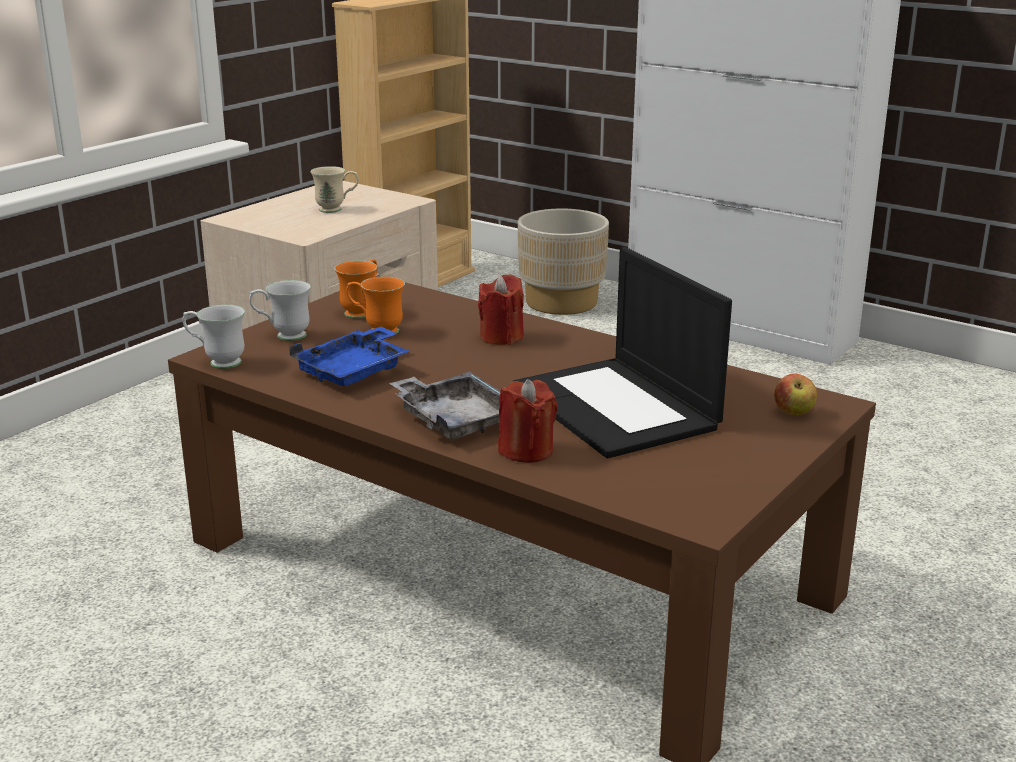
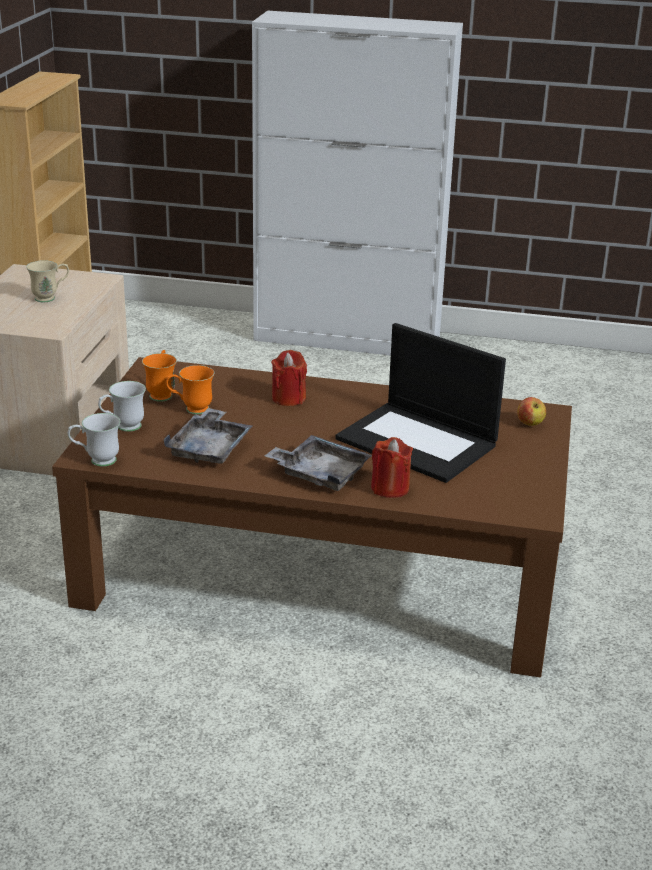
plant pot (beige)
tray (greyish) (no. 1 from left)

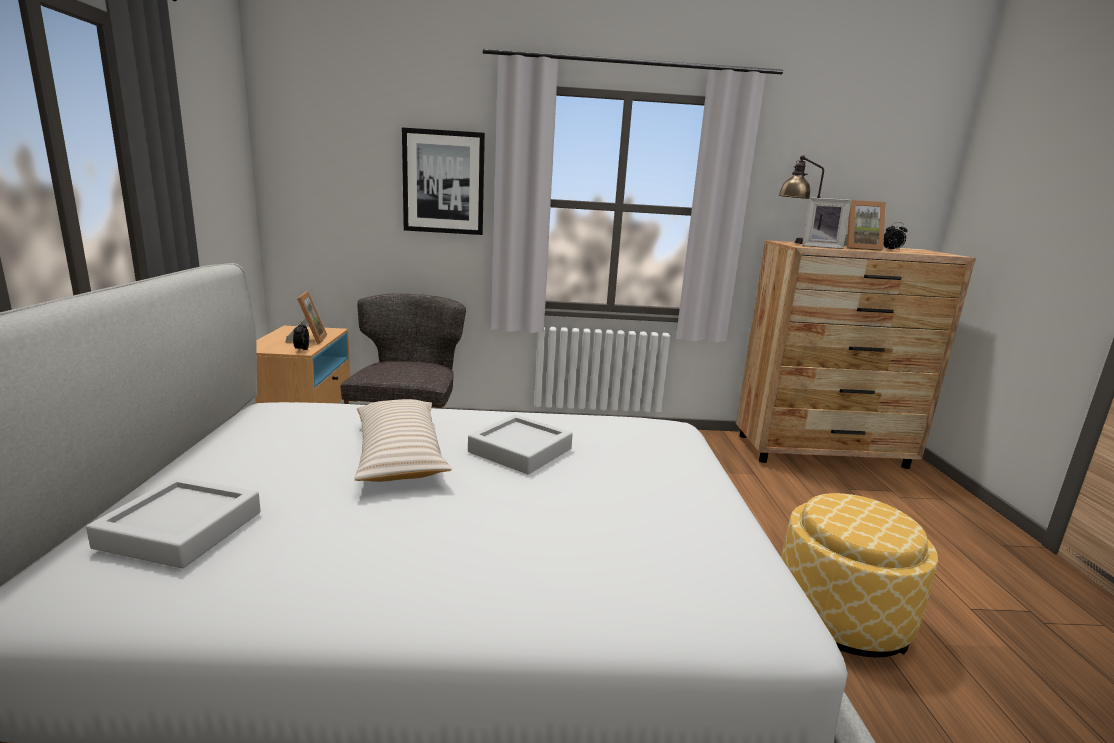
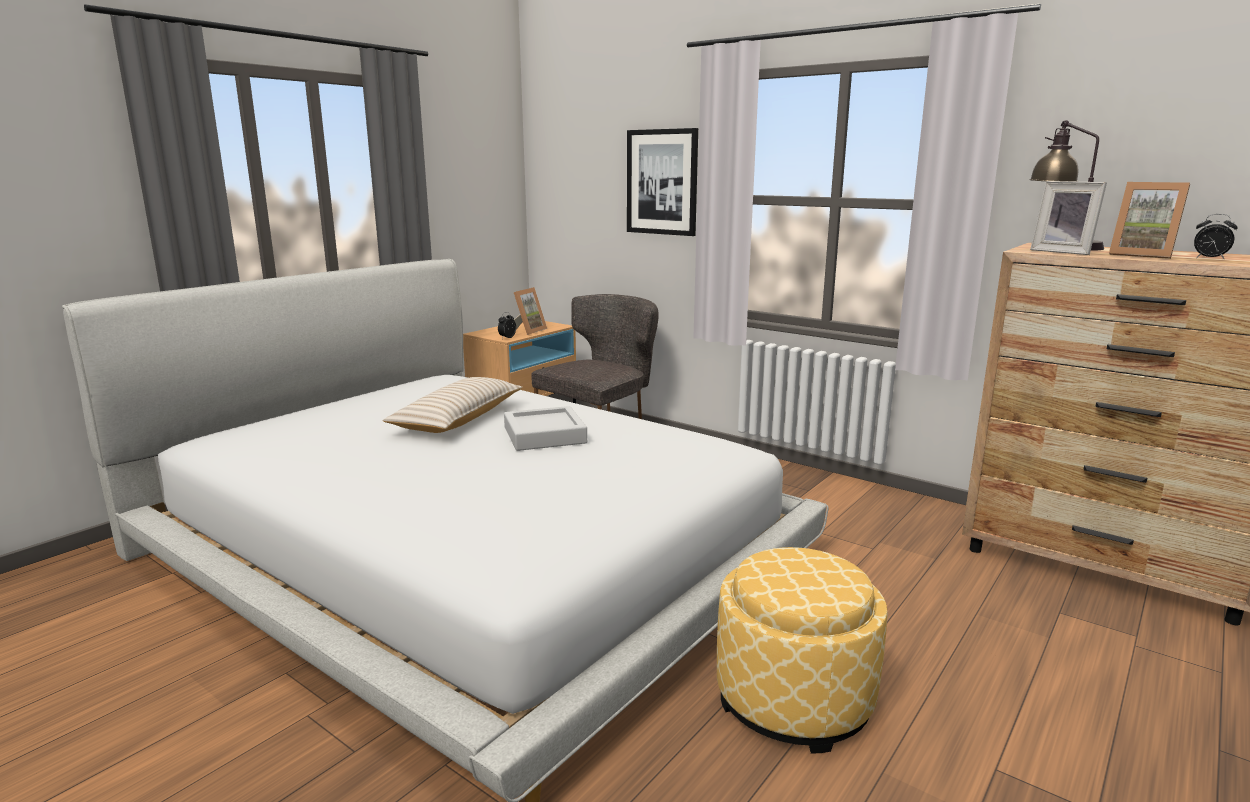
tray (greyish) (no. 1 from left in the first image)

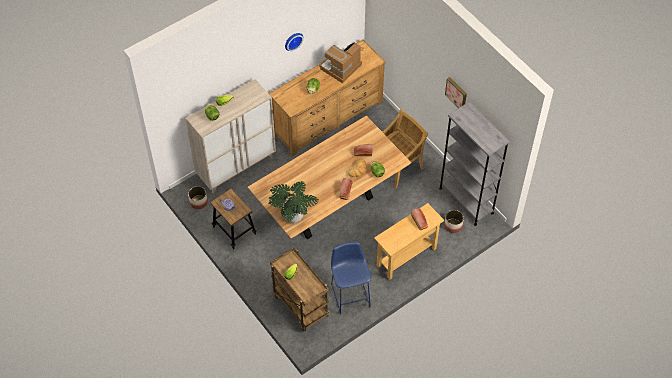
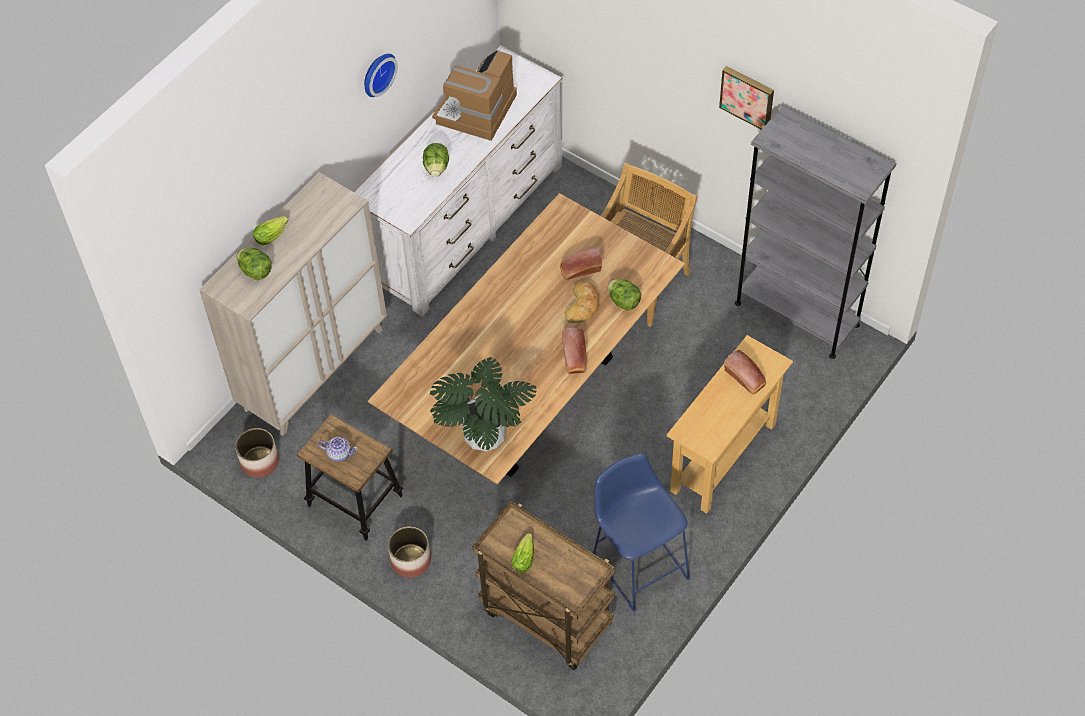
drawer chest (whitish)
plant pot (no. 2 from left)

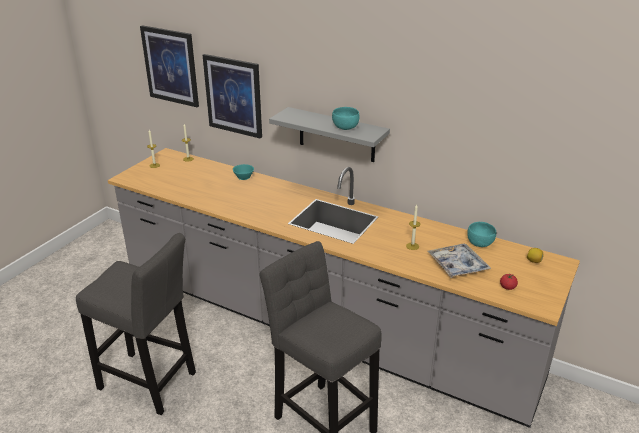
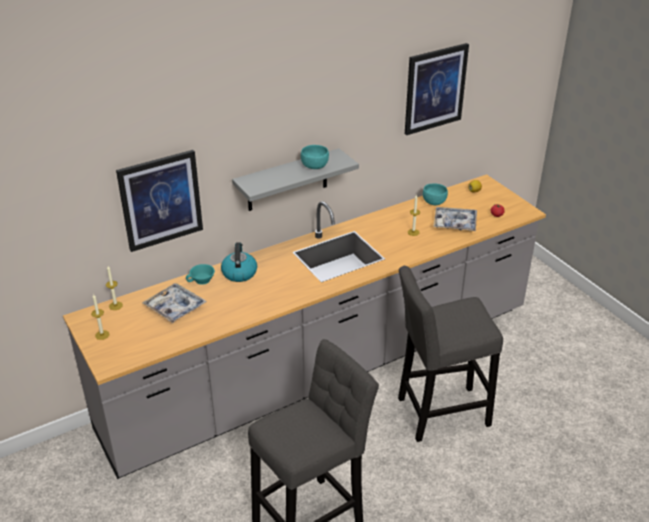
wall art (no. 2 from left)
water kettle
tray (no. 1 from left)

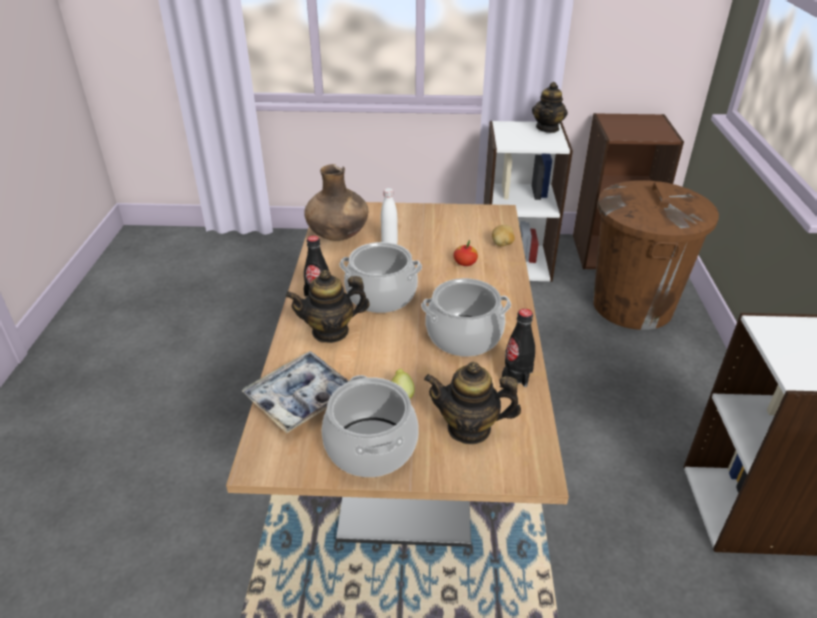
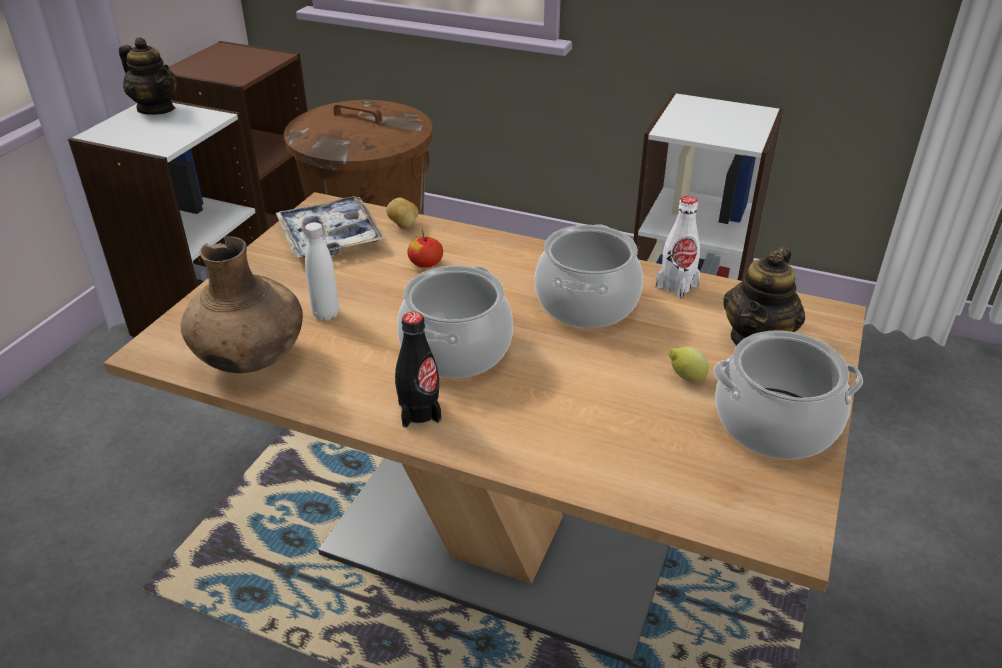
teapot (no. 1 from left in the first image)
bottle (whitish) (no. 2 from left)
tray

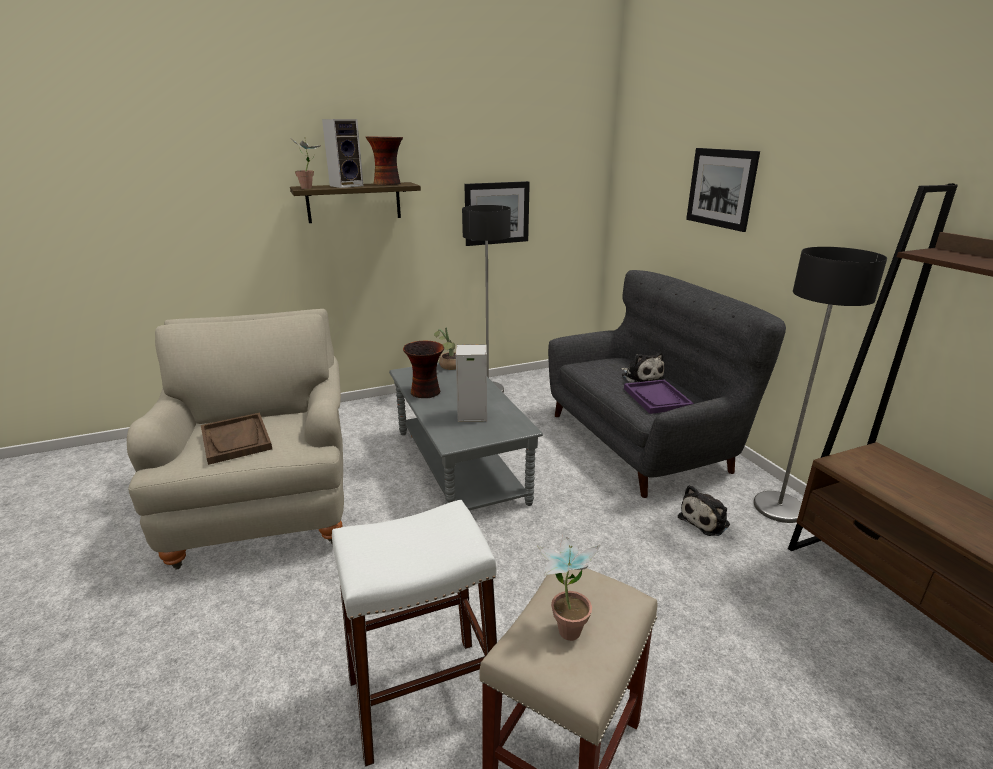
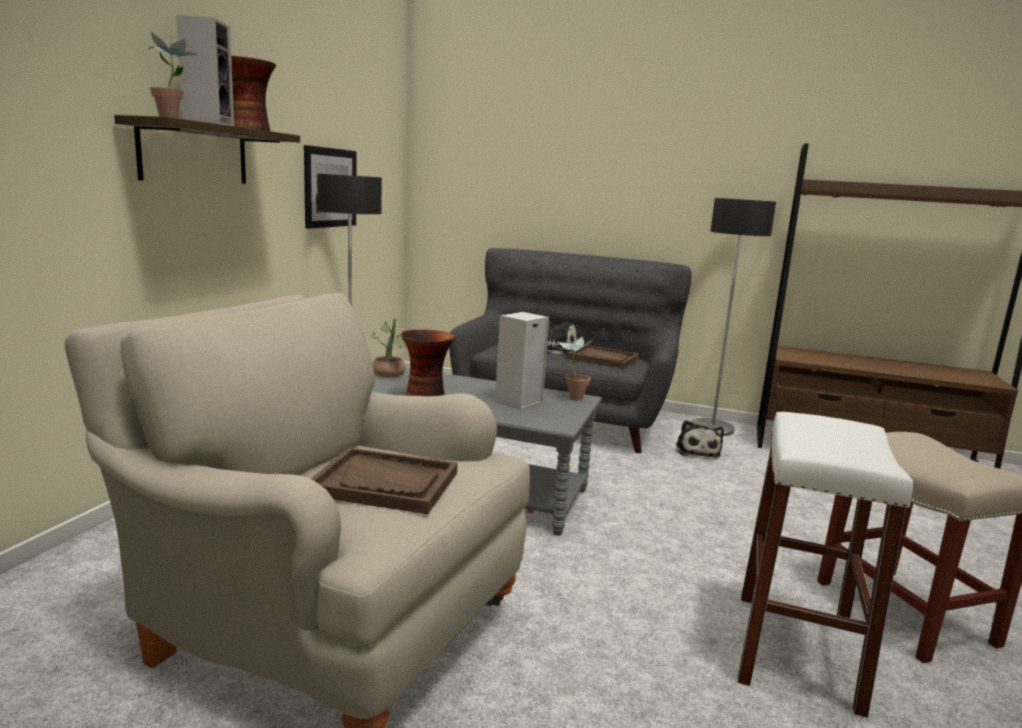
wall art (no. 2 from left in the first image)
tray (brownish) (no. 2 from left)
potted plant (no. 3 from left)

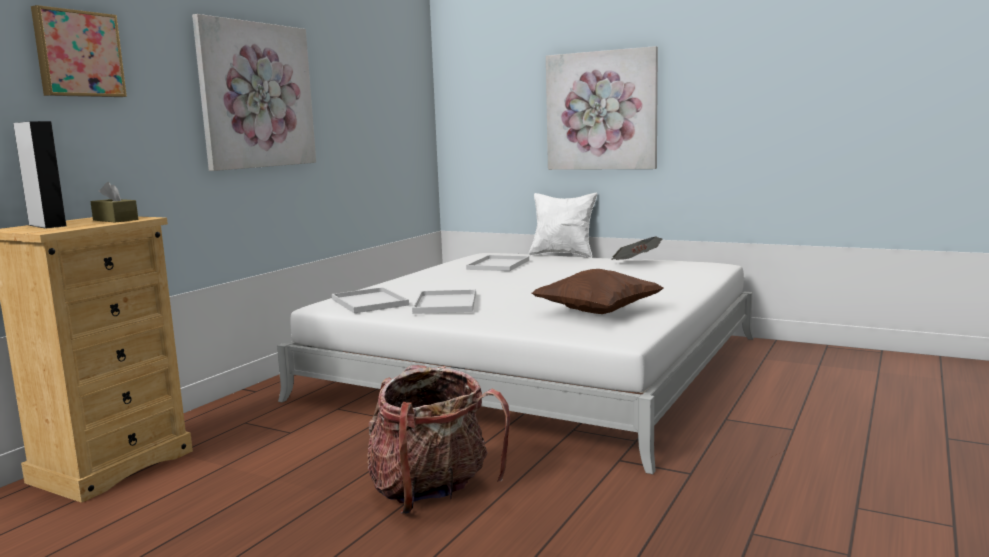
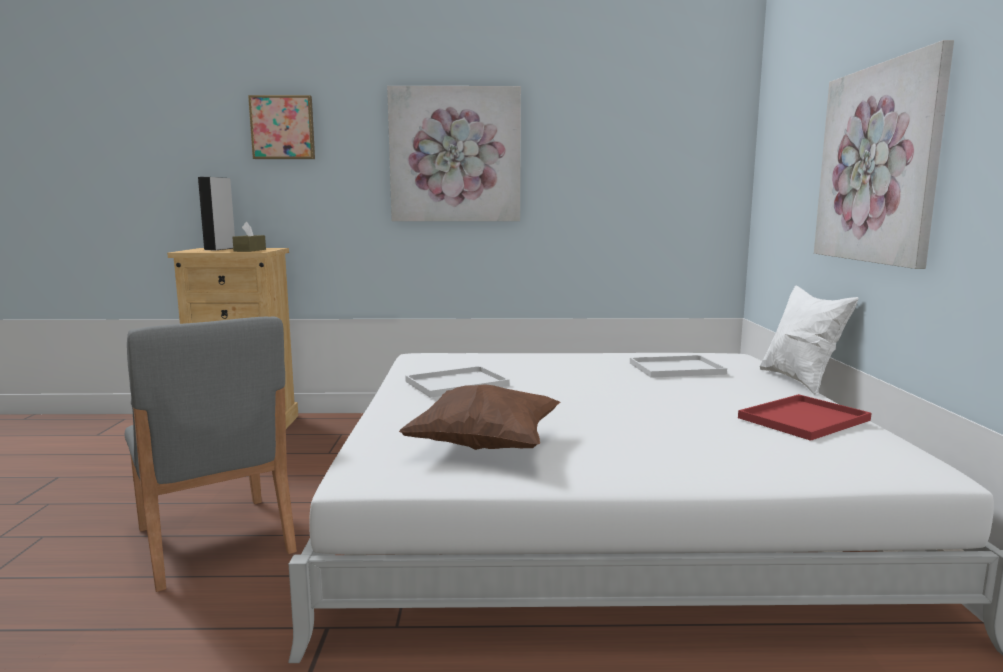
tray (red-coloured)
tray (whitish) (no. 1 from left in the first image)
plain chair (greyish)

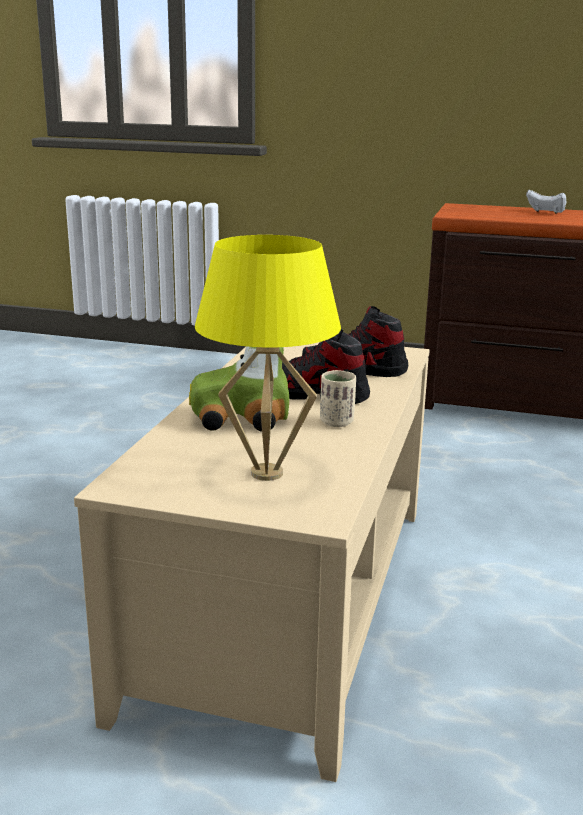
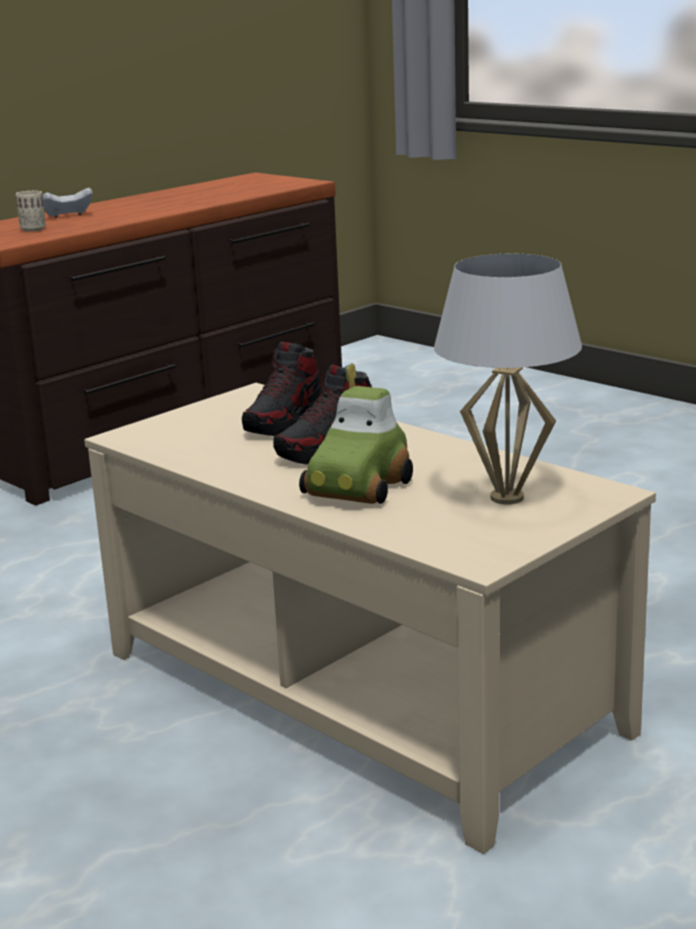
lamp for a table (whitish)
small cup (beige)

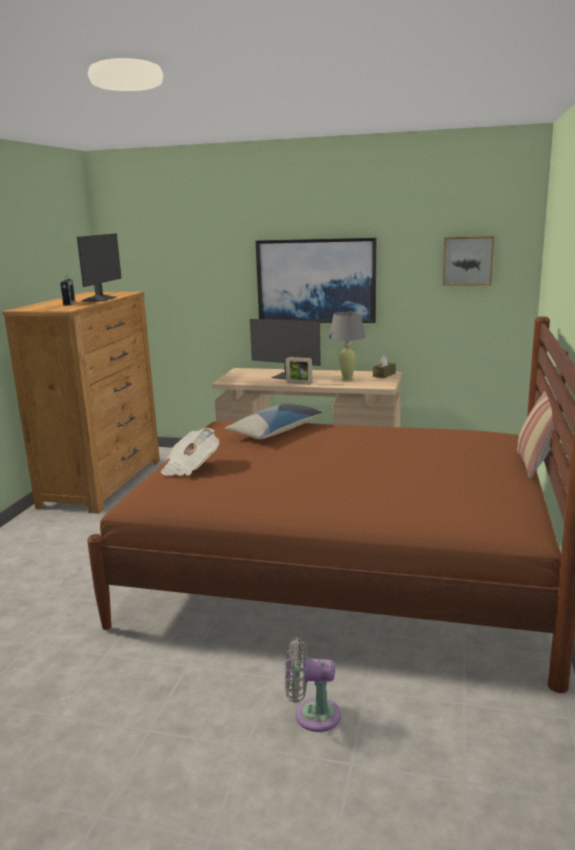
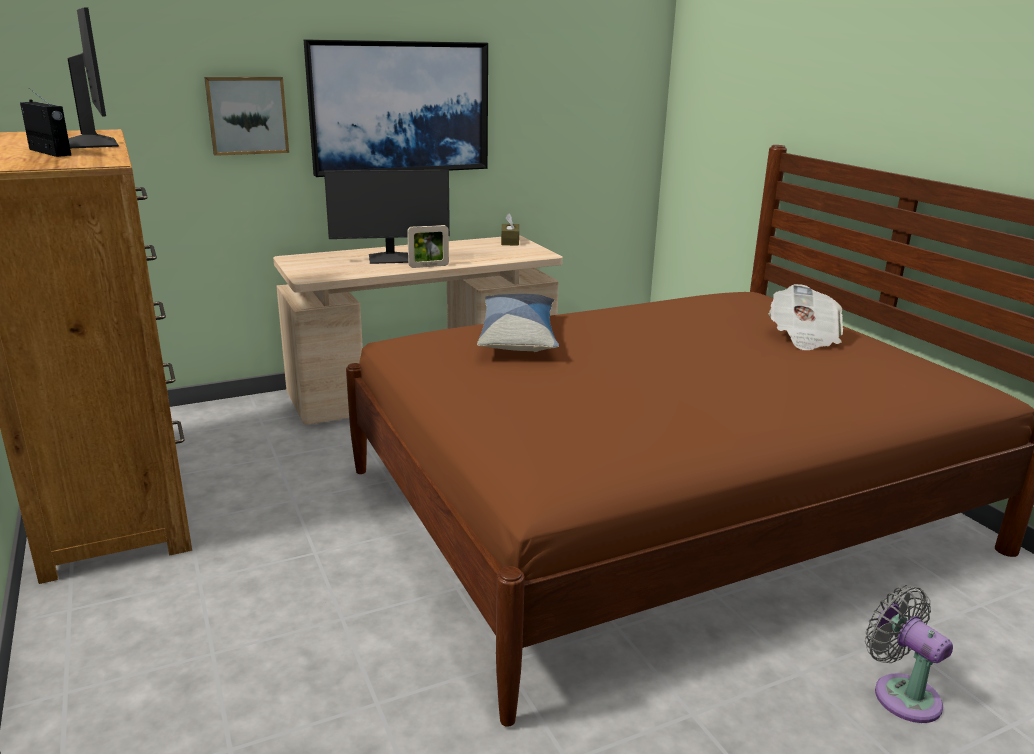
wall art (no. 1 from left)
lamp for a table (greyish)
throw pillow (no. 2 from left in the first image)
newspaper
cooling fan (greyish)

